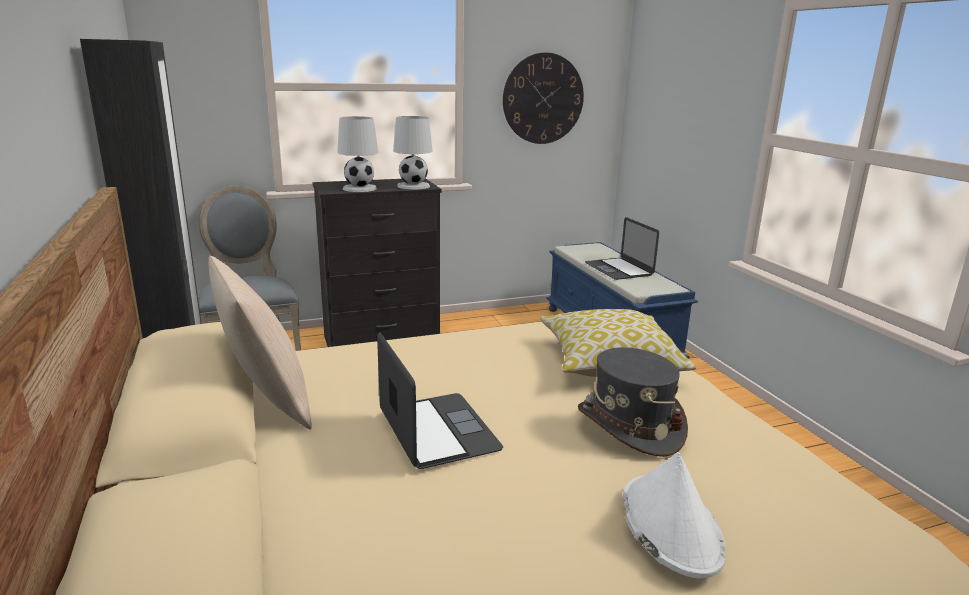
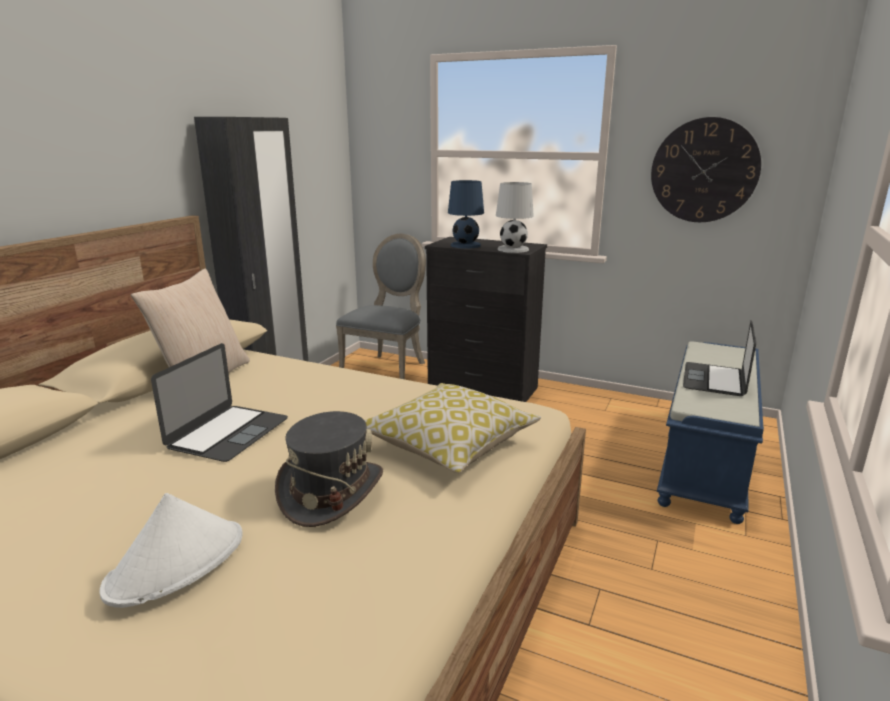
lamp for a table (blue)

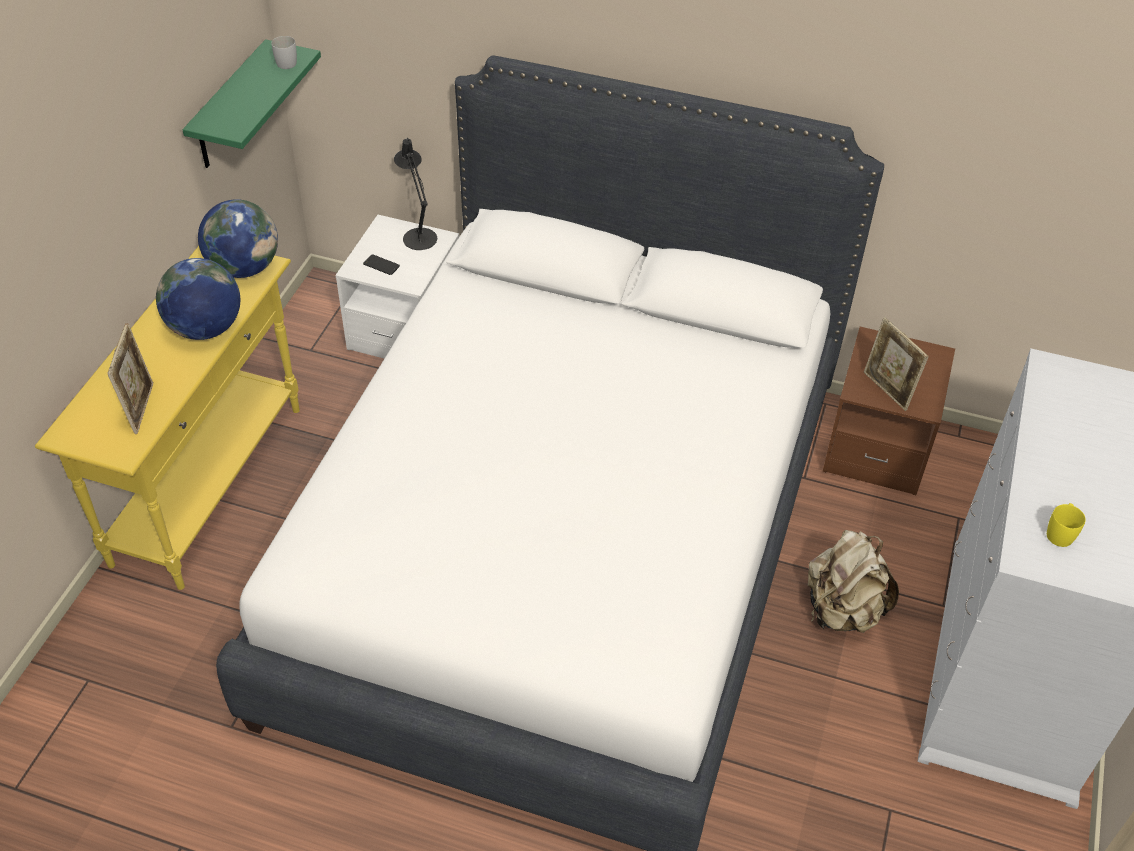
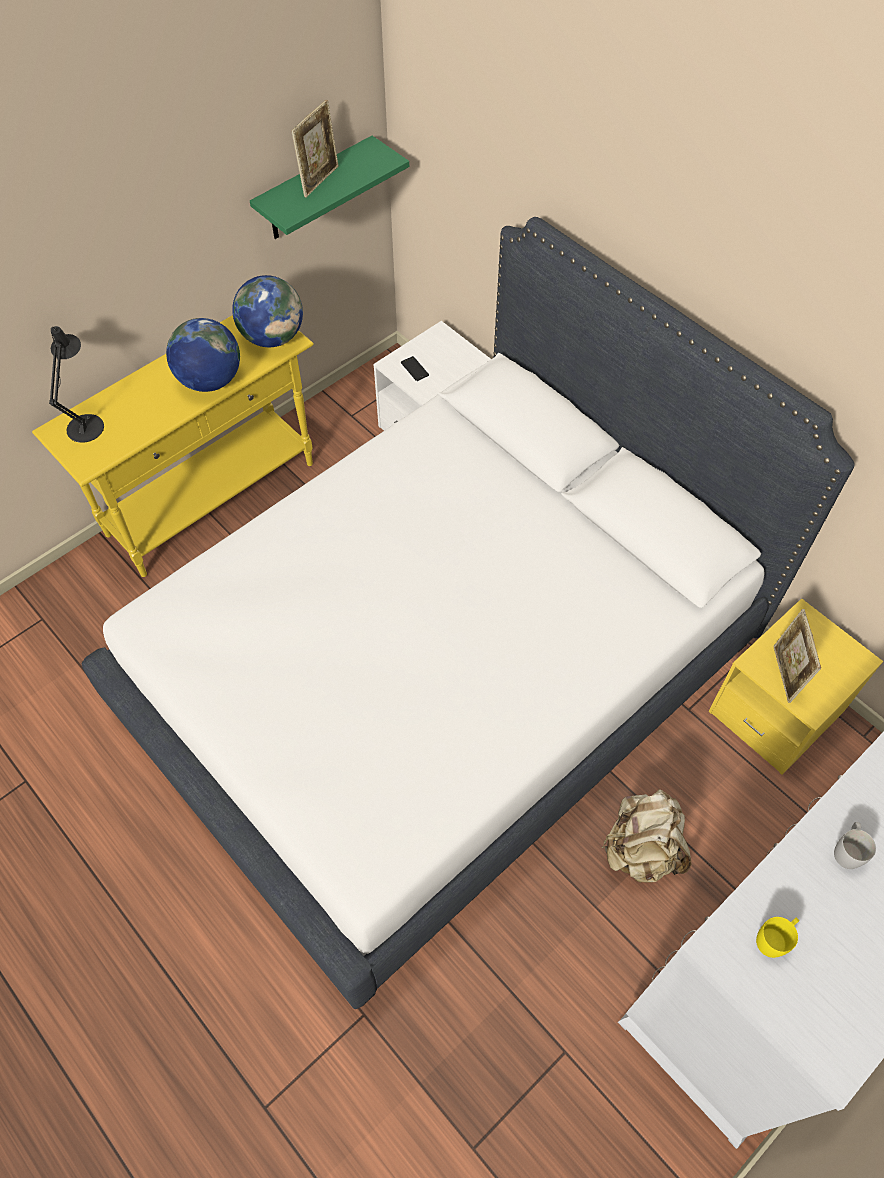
tea mug (whitish)
lamp for a table (black)
picture frame (no. 1 from left)
nightstand (yellow)

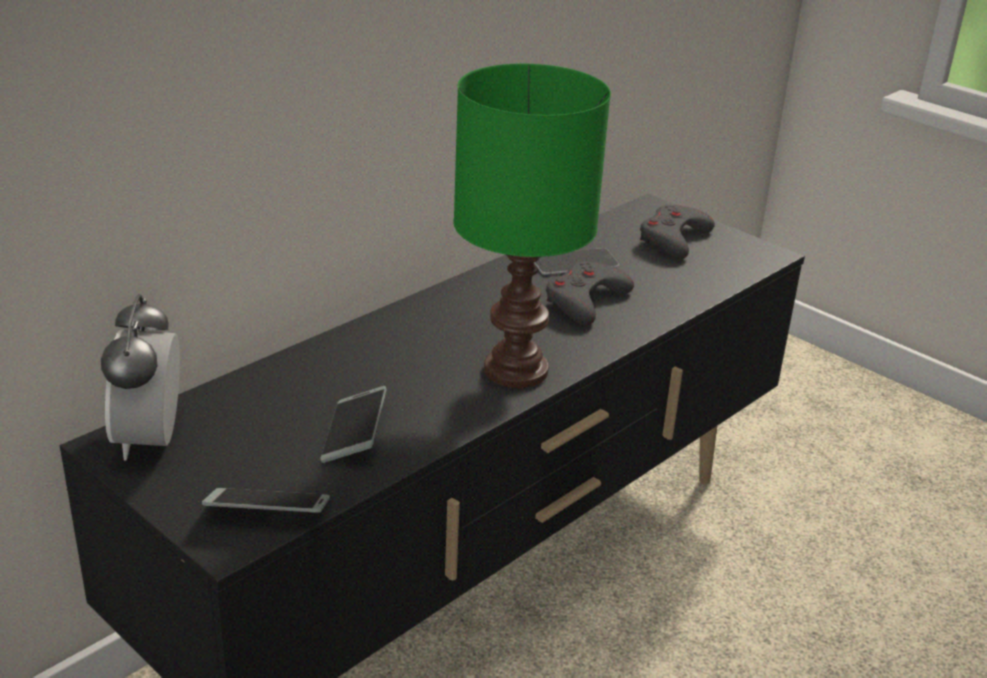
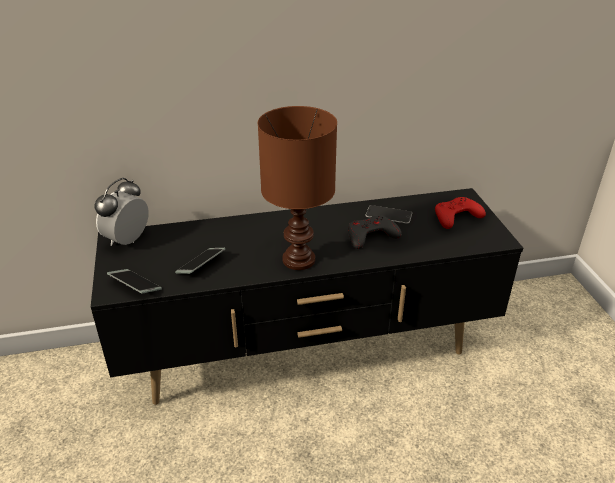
lamp for a table (brownish)
joypad (red-coloured)

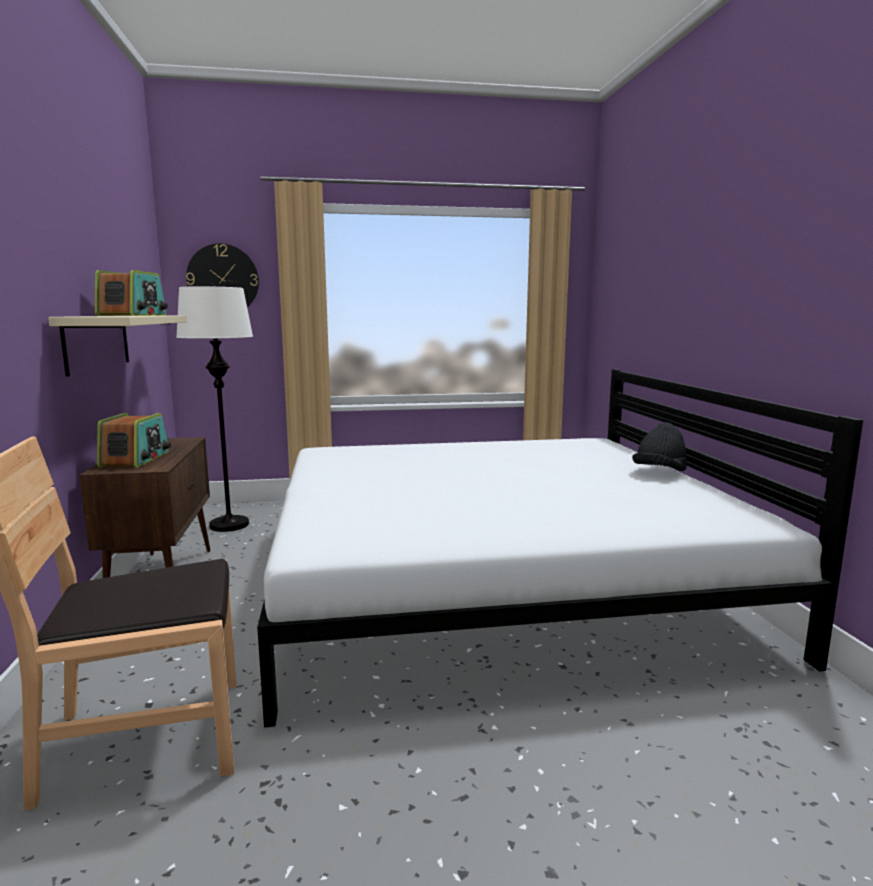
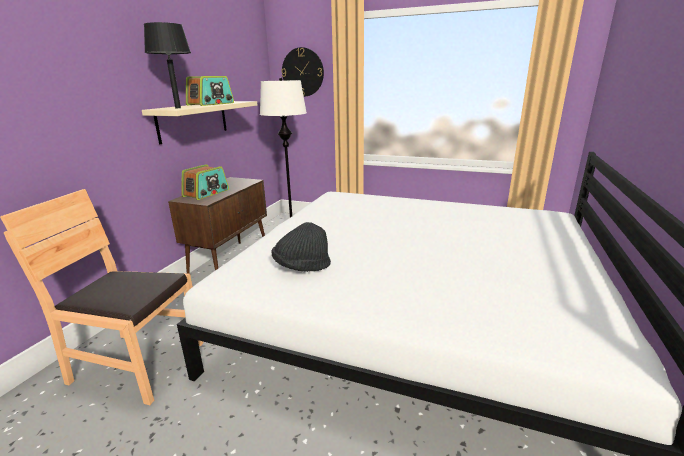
wearable hat (black)
lamp for a table (black)

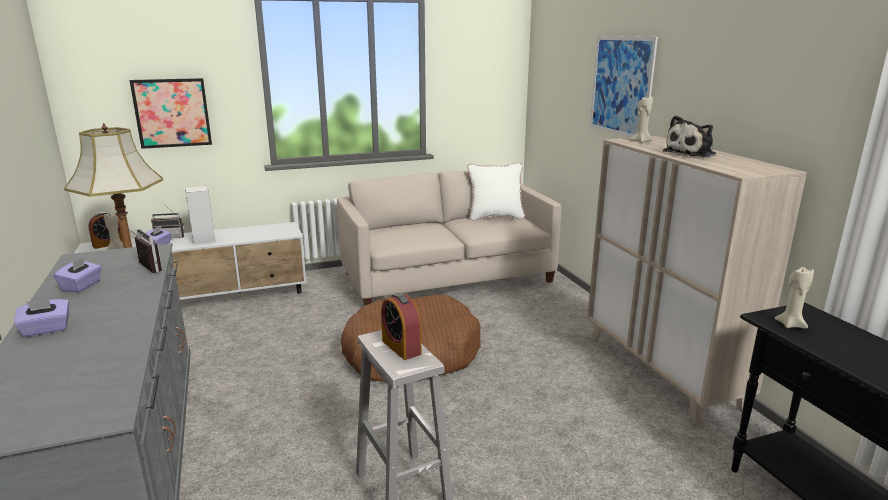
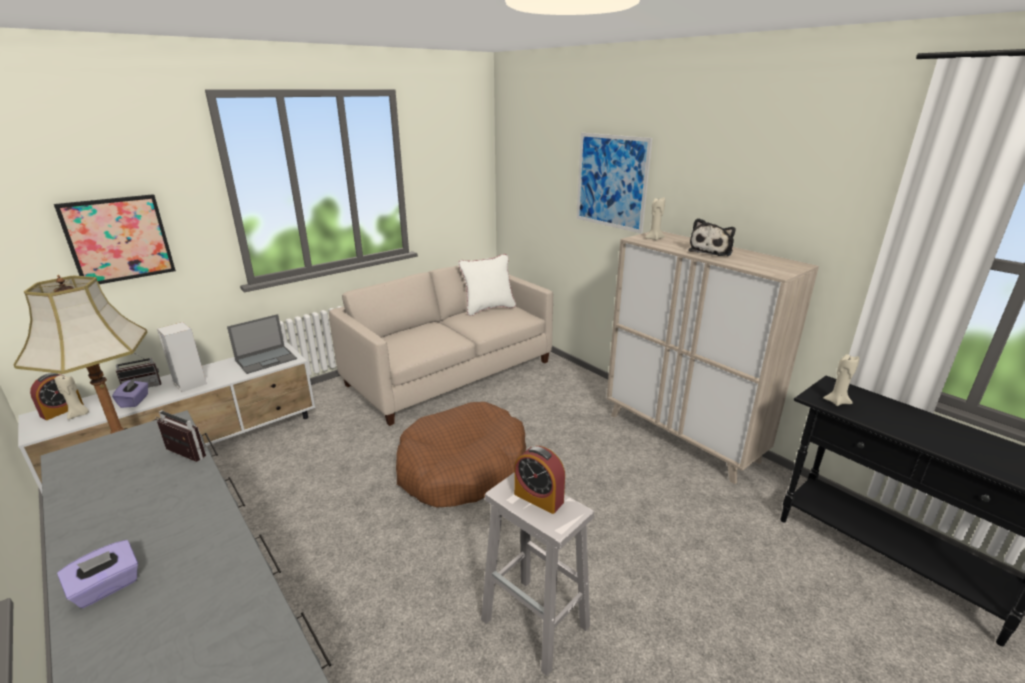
tissue box (purple-coloured) (no. 2 from left in the first image)
portable computer

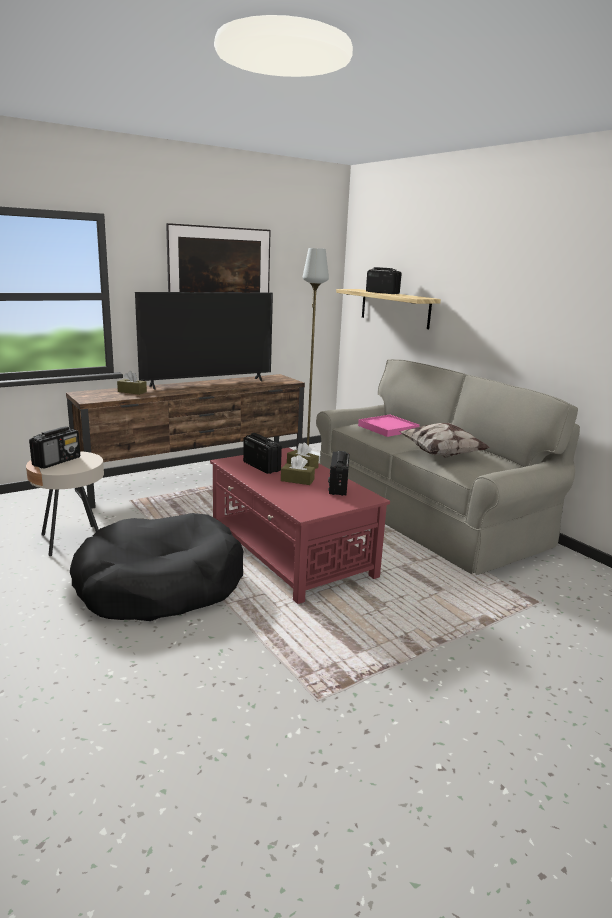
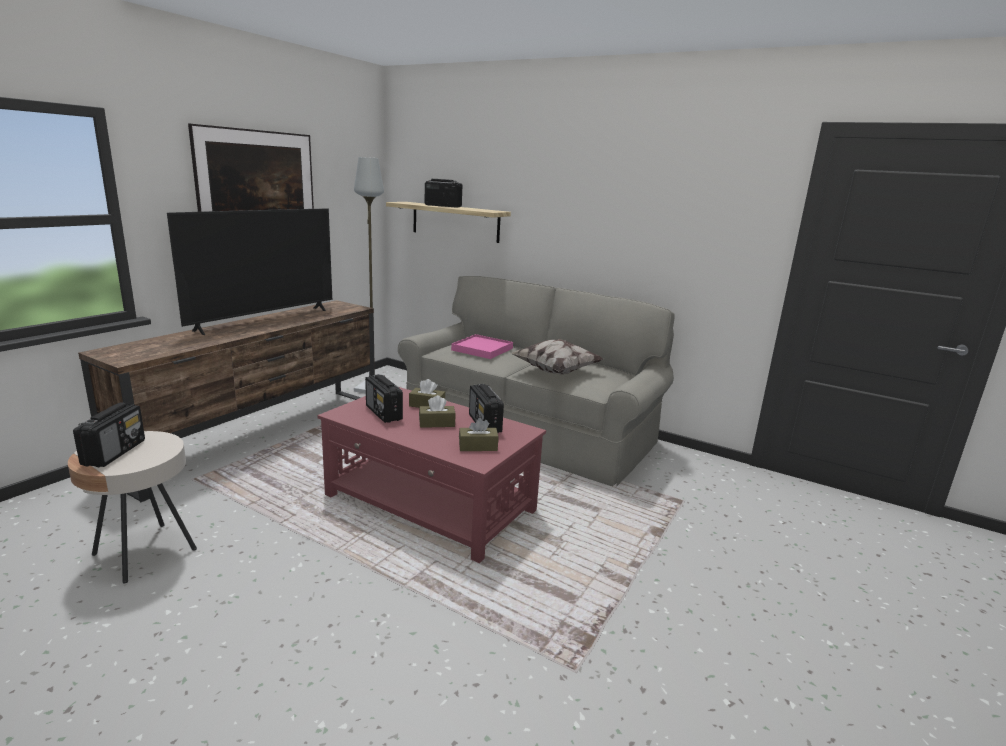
tissue box (brownish) (no. 3 from left)
radio set (no. 2 from left)
dog cushion (black)

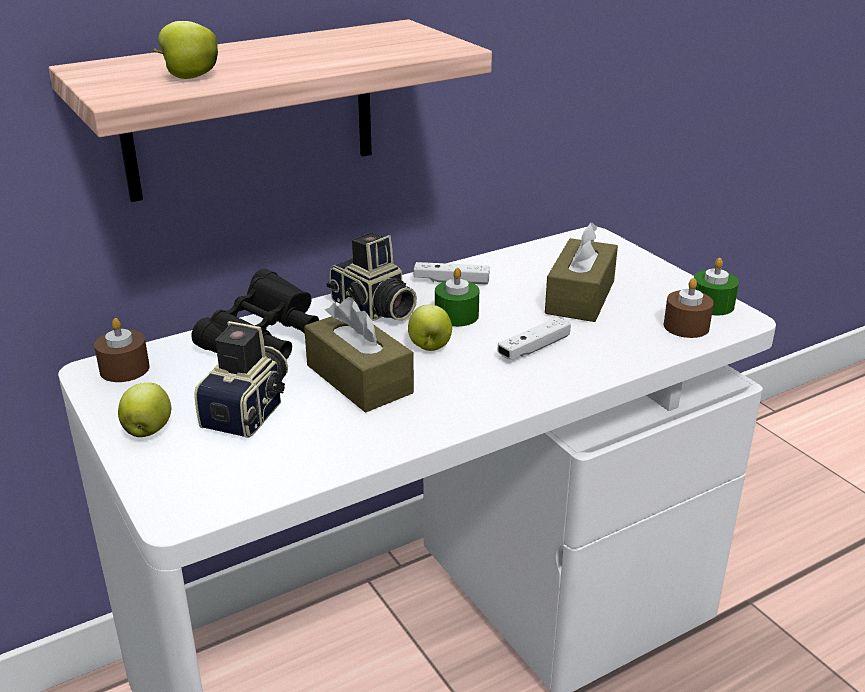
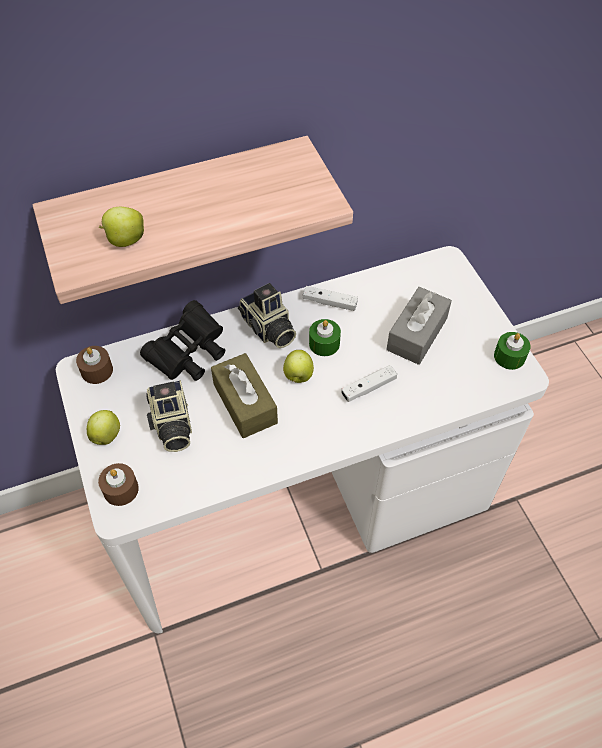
tissue box (greyish)
candle (brownish) (no. 2 from left)
still camera (no. 1 from left)

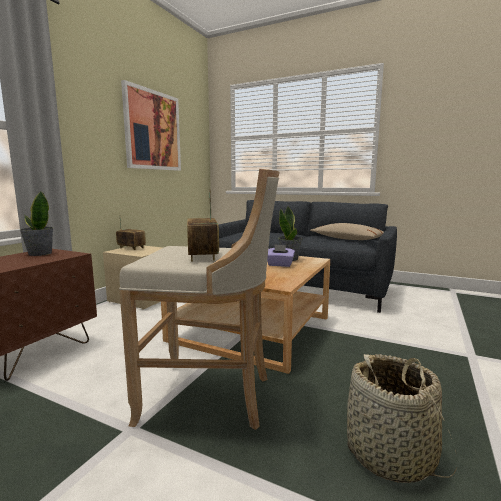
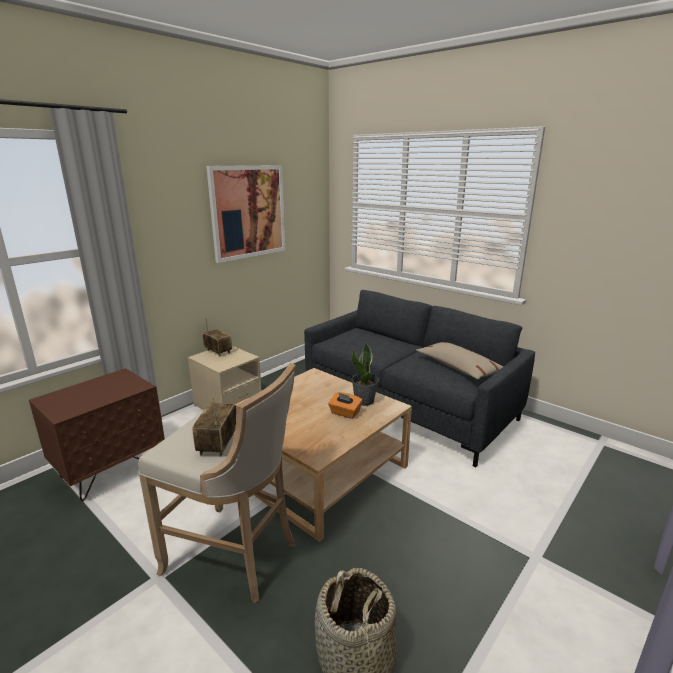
potted plant (no. 1 from left in the first image)
tissue box (orangey)

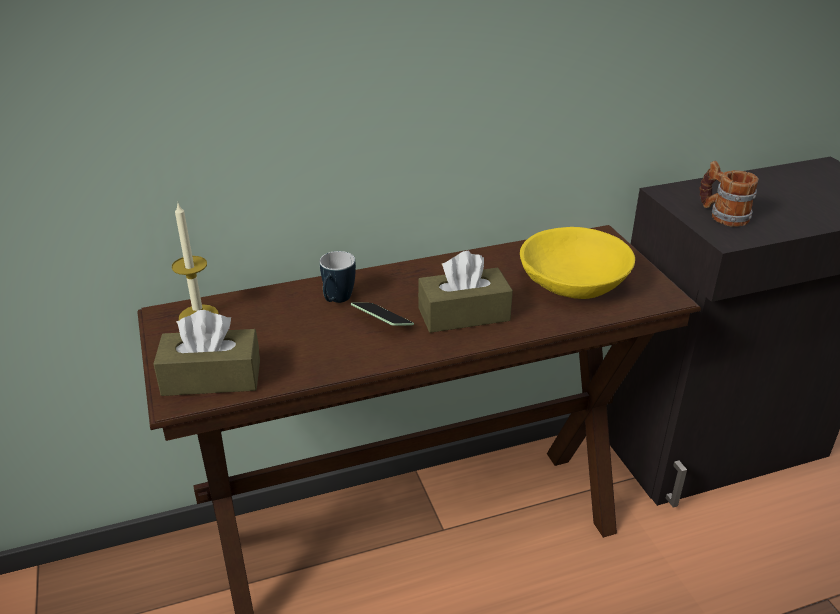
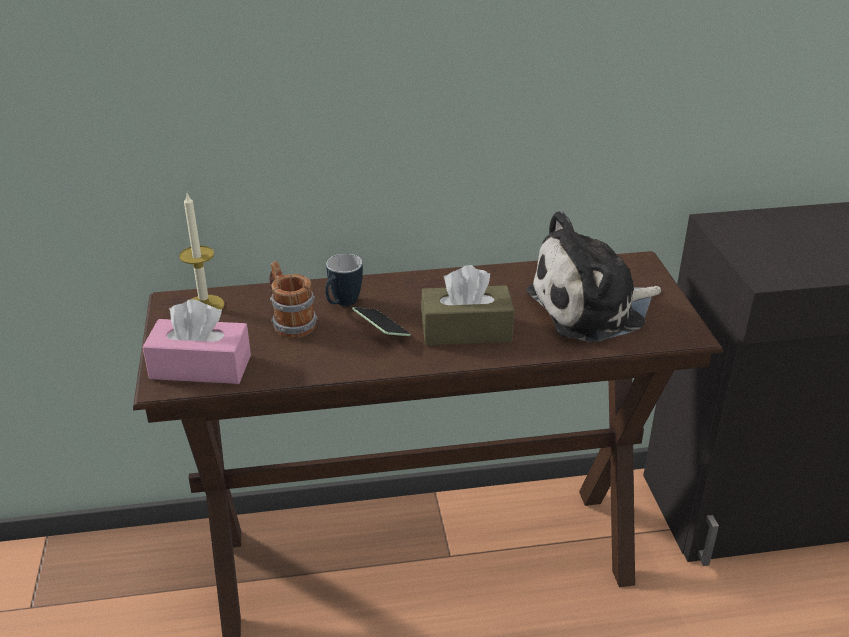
tea mug (no. 1 from left)
plush toy
tissue box (pink)

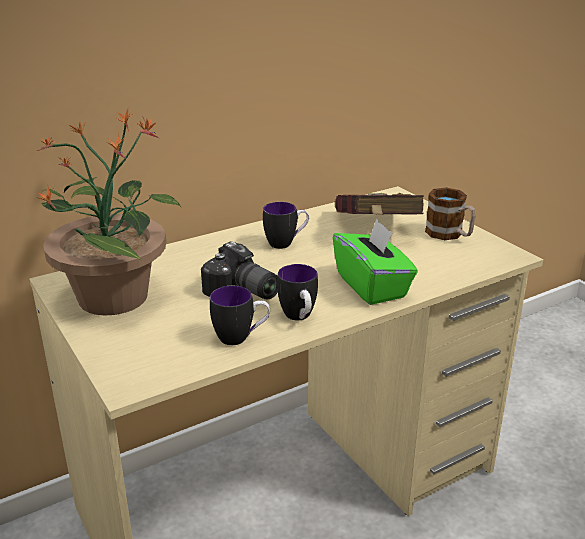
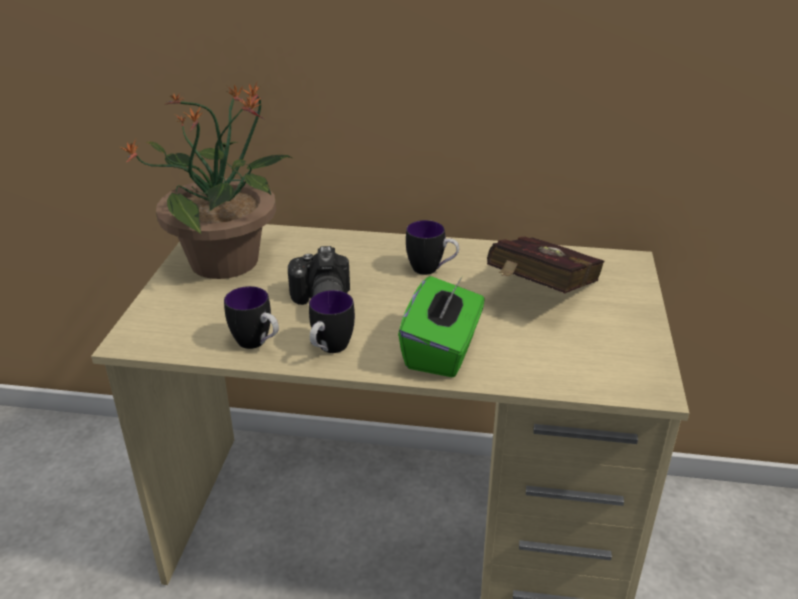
tea mug (no. 4 from left in the first image)

